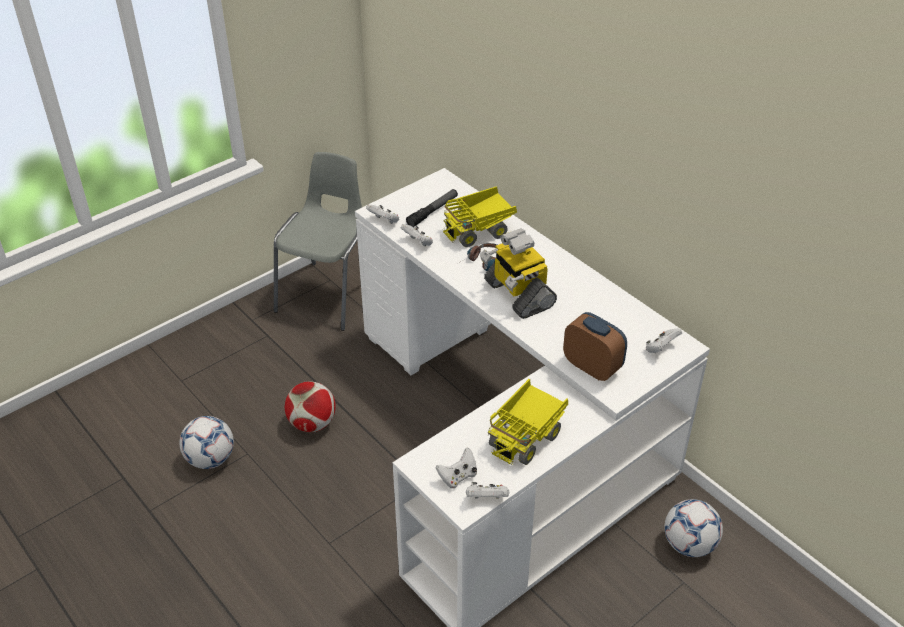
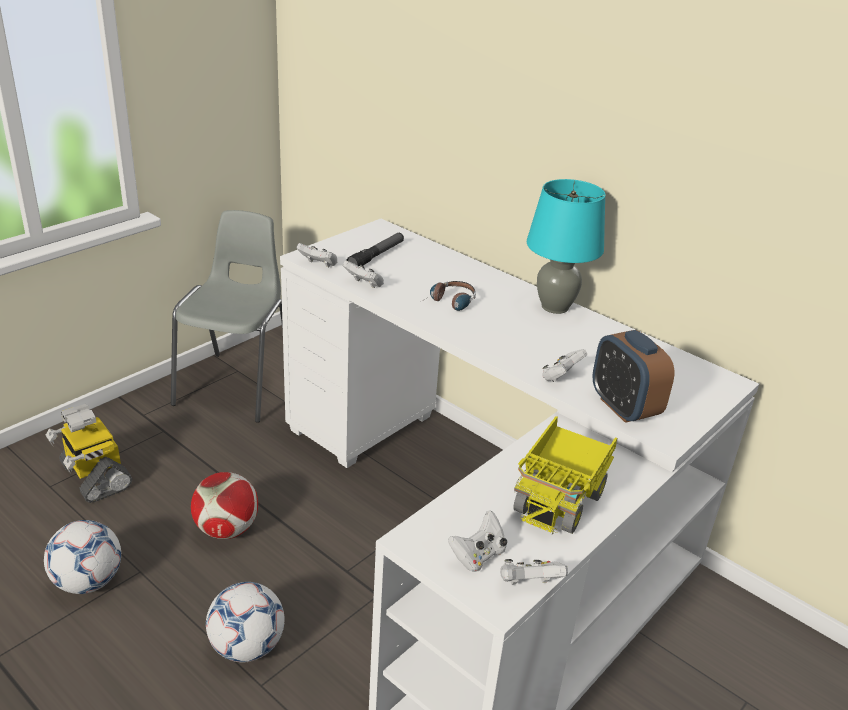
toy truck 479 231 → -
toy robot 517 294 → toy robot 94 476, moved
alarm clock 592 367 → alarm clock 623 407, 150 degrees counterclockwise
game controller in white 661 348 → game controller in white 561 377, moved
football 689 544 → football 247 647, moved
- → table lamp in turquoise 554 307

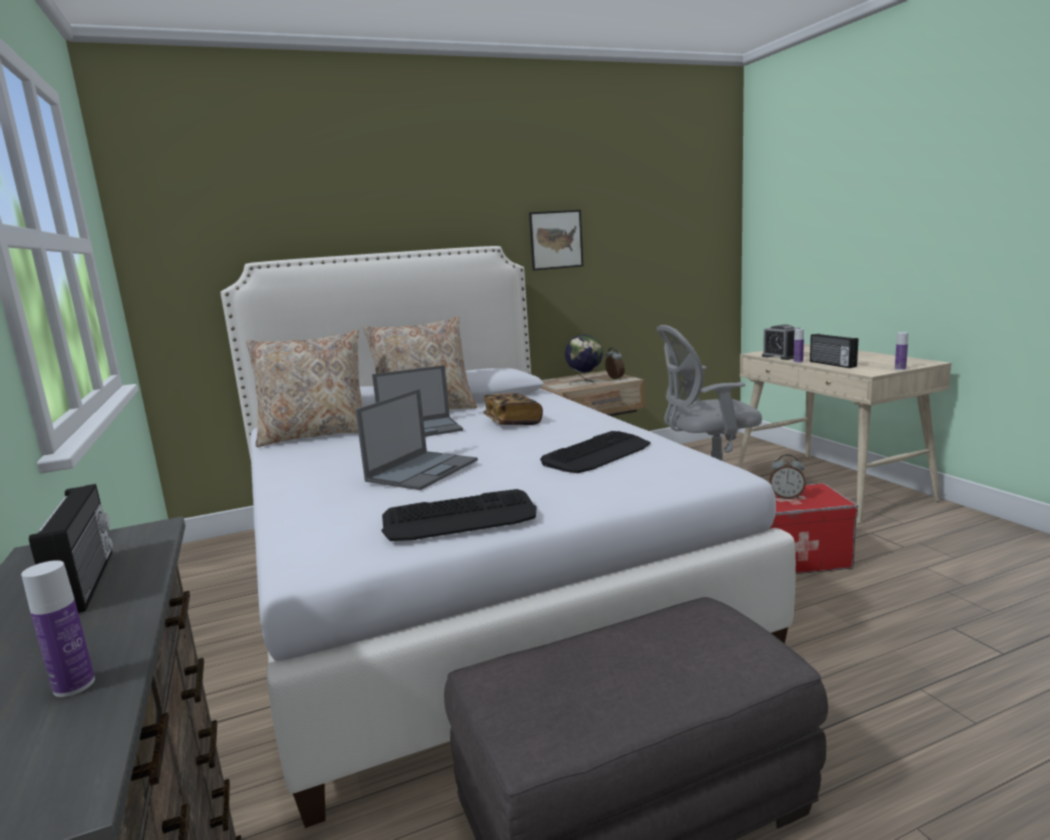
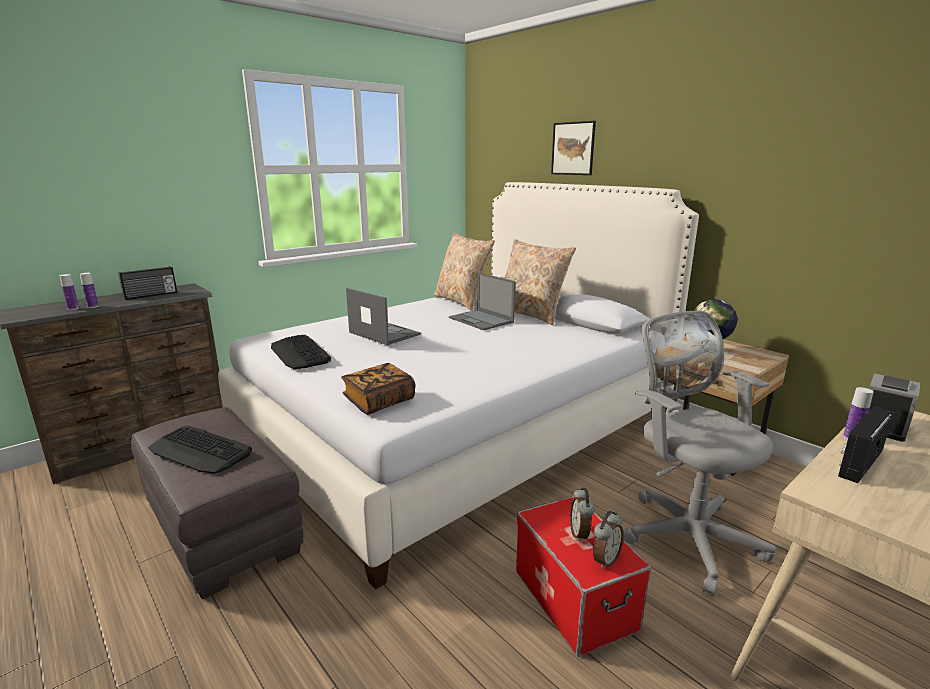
laptop 423 470 → laptop 384 333, 150 degrees counterclockwise
book 512 422 → book 379 401, moved
picture 556 240 → picture 573 148, moved
keyboard 597 454 → keyboard 200 451, moved
alarm clock 614 378 → alarm clock 605 560, moved
bottle 900 369 → bottle 93 306, moved

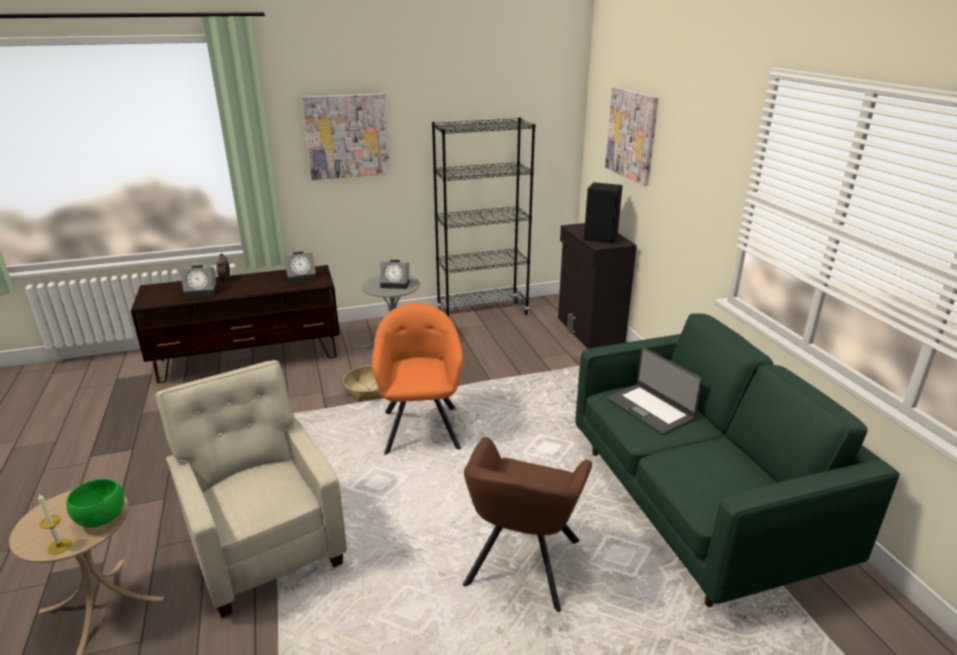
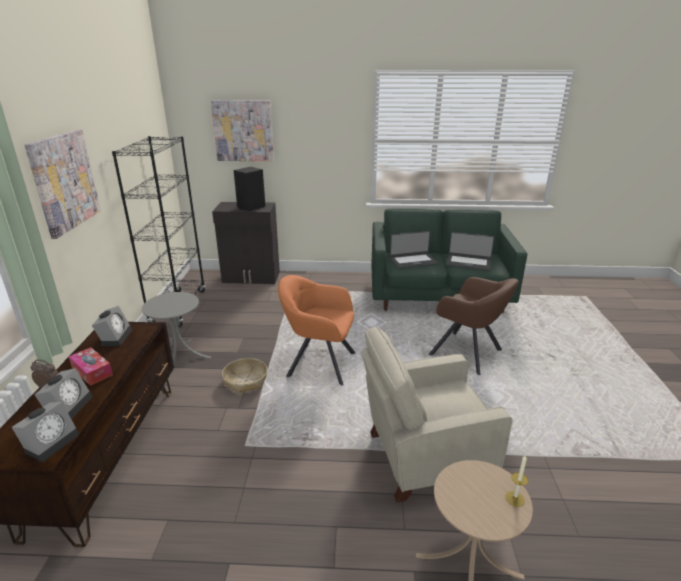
bowl in green 102 518 → -
alarm clock 396 284 → alarm clock 52 441, moved
- → tissue box 92 371
- → laptop 468 263

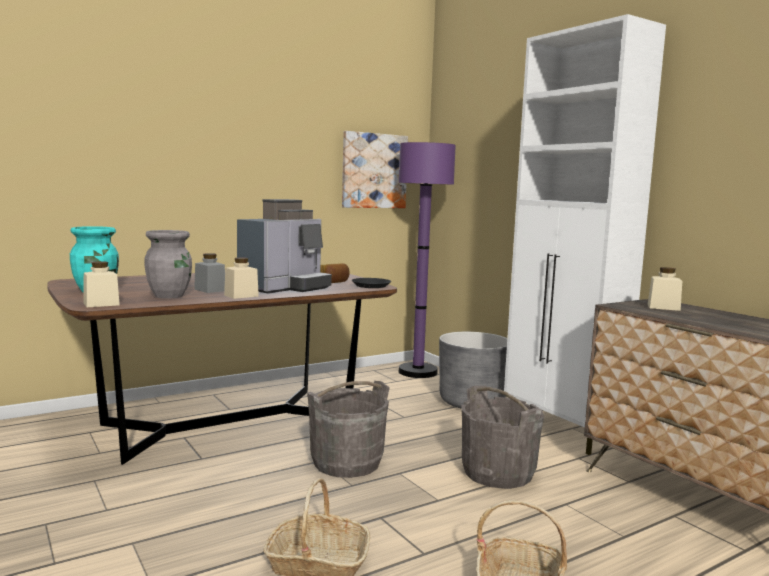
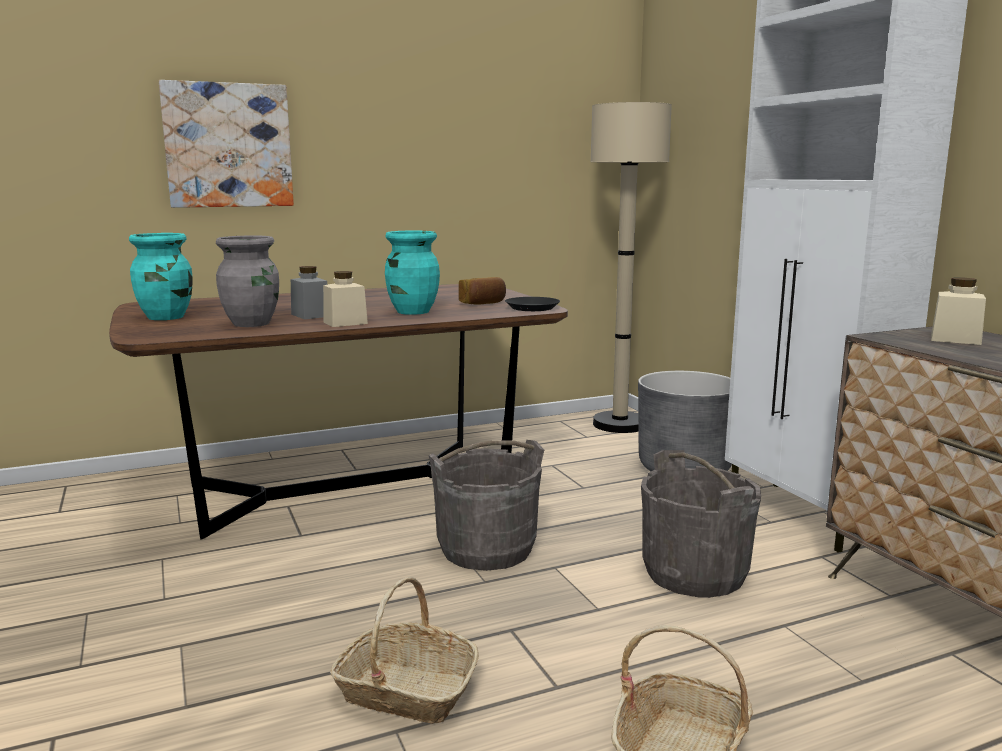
jar in beige 101 304 → -
coffee machine 285 288 → vase in turquoise 413 311
picture 374 171 → picture 228 145, moved
floor lamp in purple 418 372 → floor lamp in beige 619 424

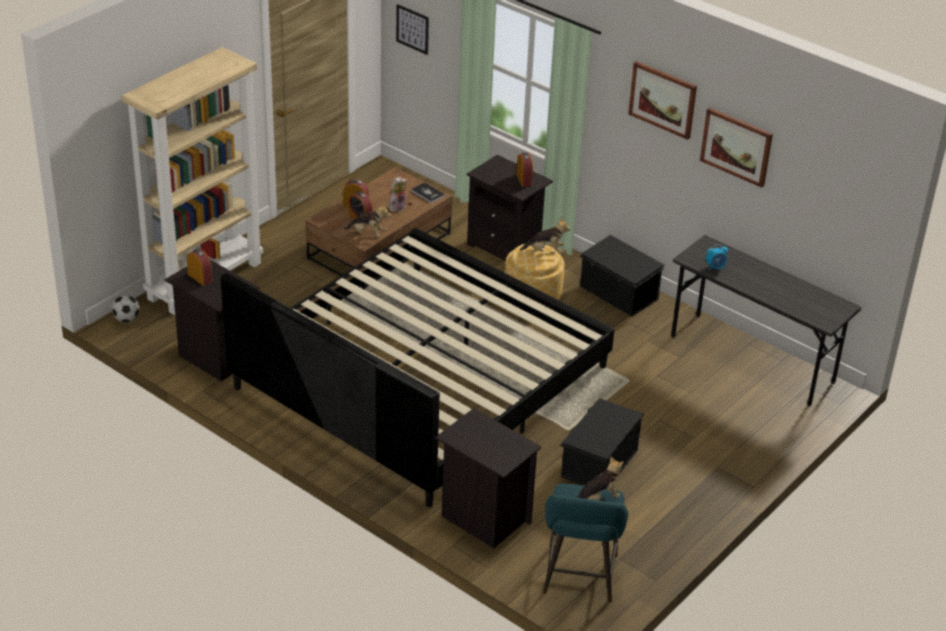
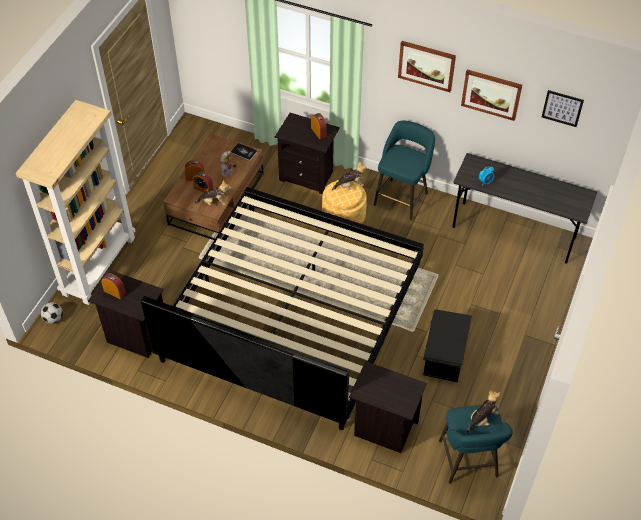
picture 412 29 → picture 562 108, moved
storage box in black 618 293 → stool in turquoise 402 197

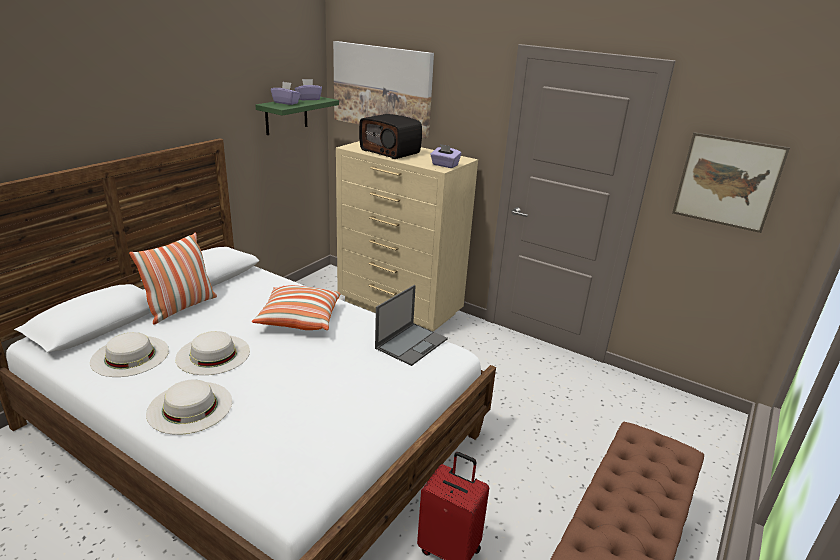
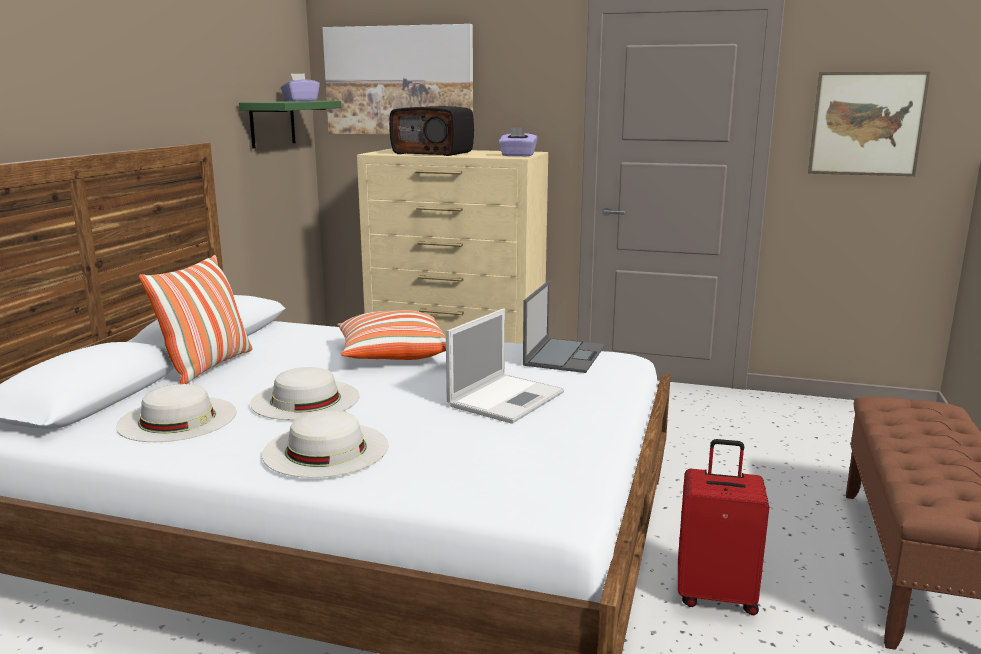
tissue box in purple 286 103 → -
- → laptop 507 398

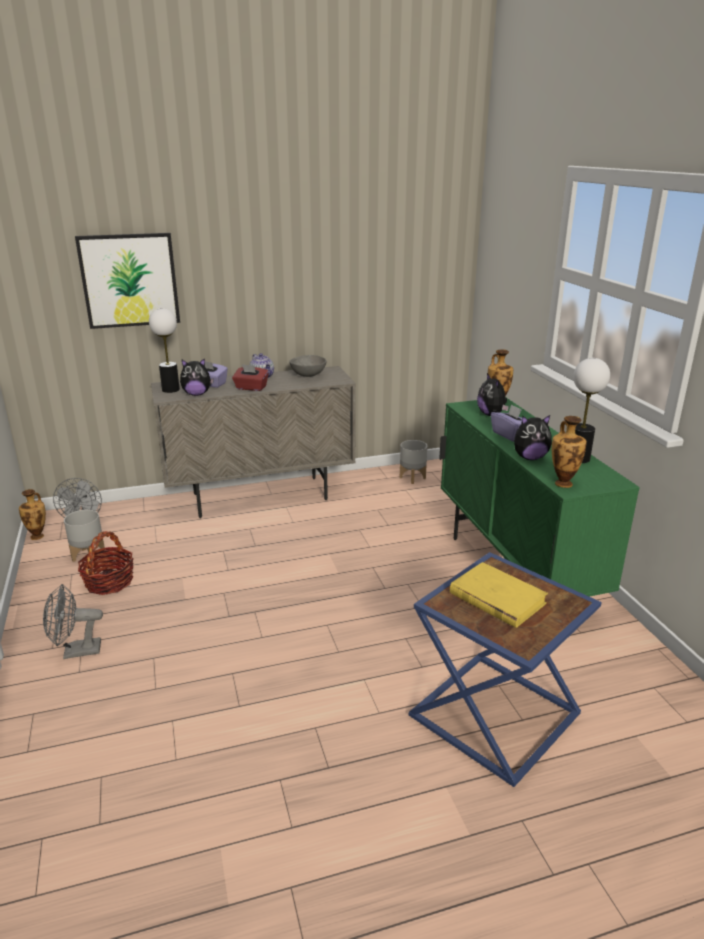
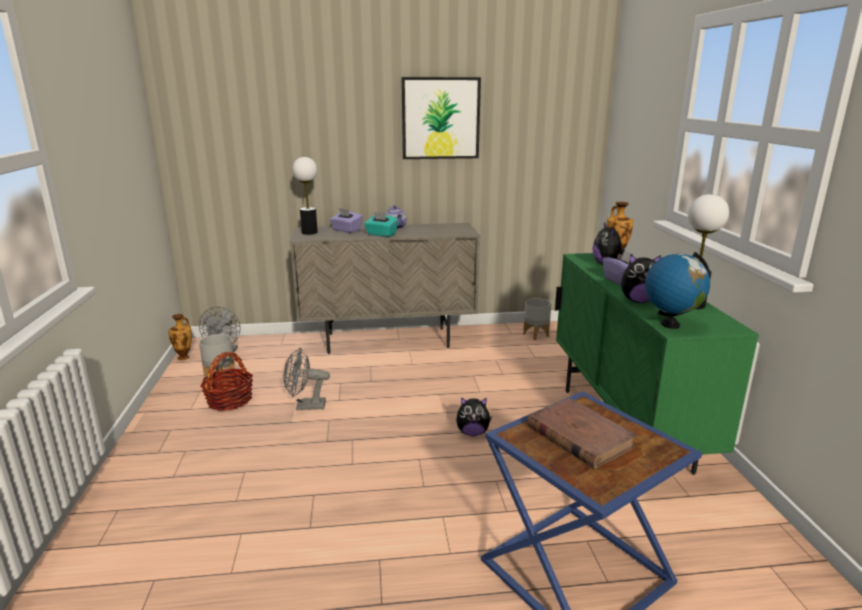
fan in grey 76 652 → fan in grey 305 406, moved
picture 129 280 → picture 440 118, moved
plush toy 197 394 → plush toy 472 433, moved
tissue box in red 251 388 → tissue box in turquoise 381 234
bowl in grey 308 375 → -
book in yellow 496 598 → book in brown 579 436
vase 563 483 → globe 670 324

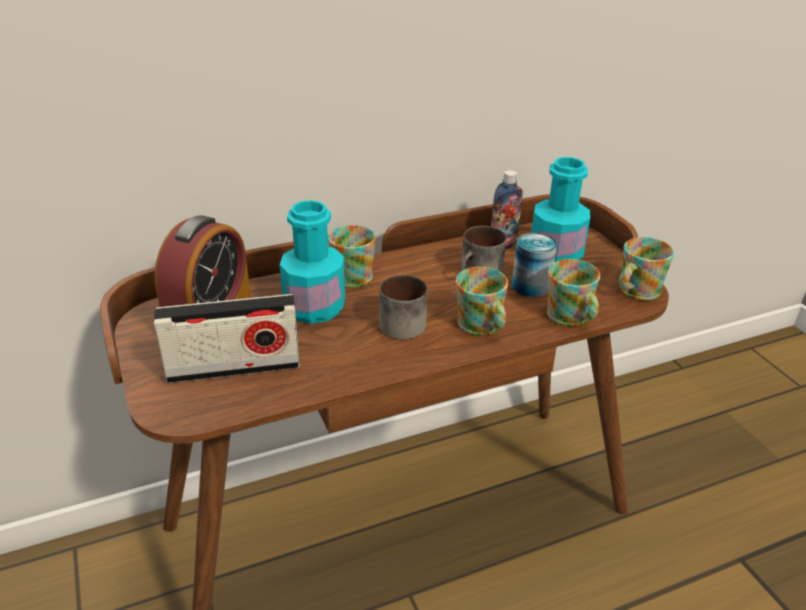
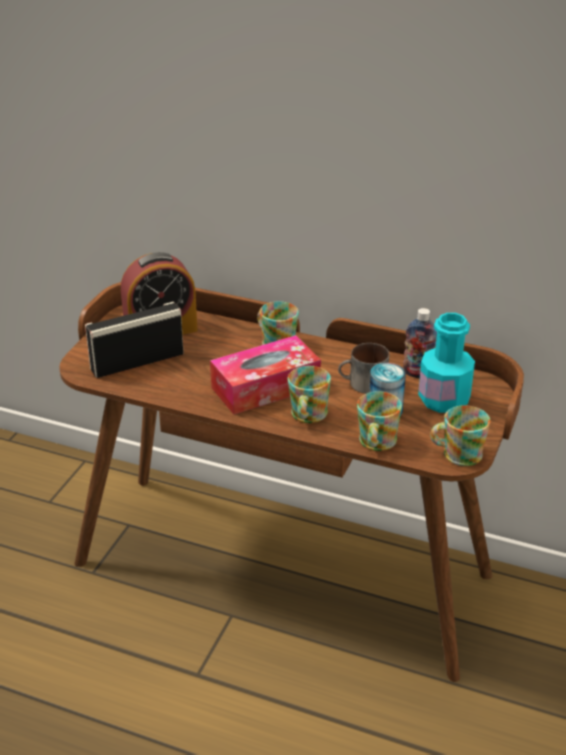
radio 234 368 → radio 137 362, 120 degrees clockwise
bottle in turquoise 314 308 → -
mug 404 321 → tissue box 265 387

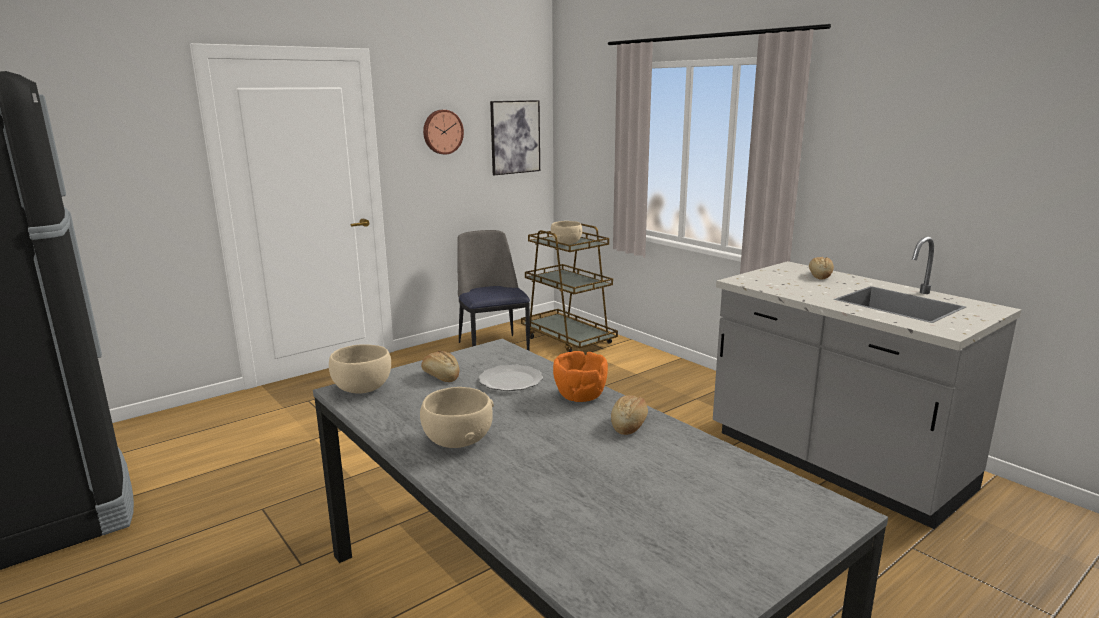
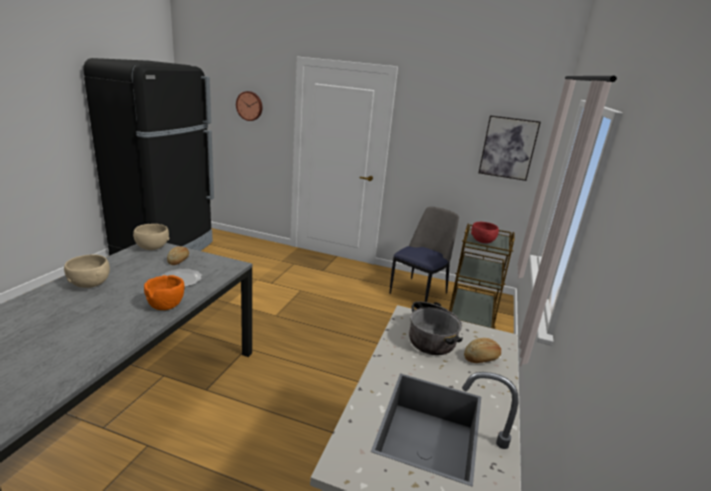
wall clock 442 132 → wall clock 250 106, moved
bowl in beige 566 243 → bowl in red 482 241
bread 629 424 → -
- → cooking pot 432 336

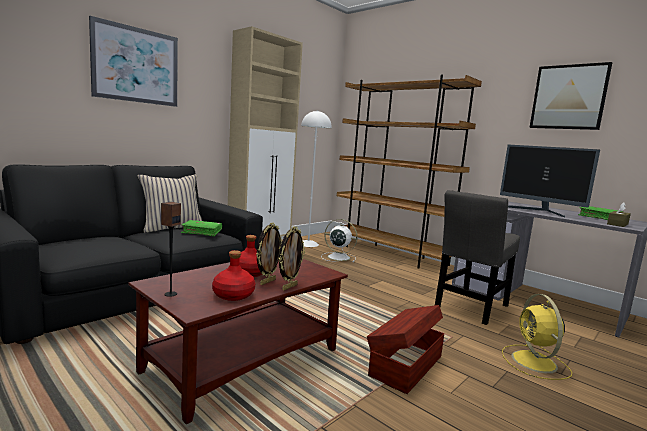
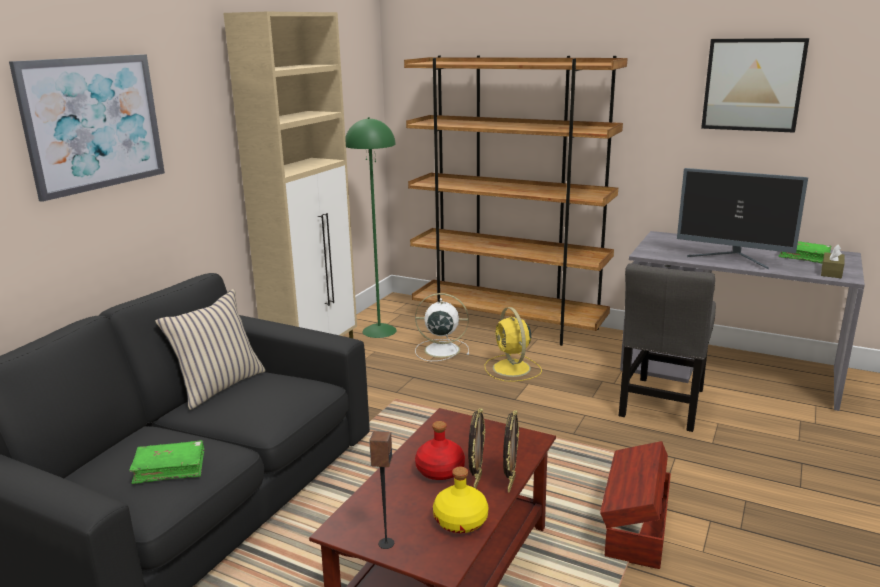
book in green 202 232 → book in green 170 468, moved
bottle in red 233 295 → bottle in yellow 460 521
floor lamp in white 308 244 → floor lamp in green 379 331
fan in yellow 535 363 → fan in yellow 512 369, moved

